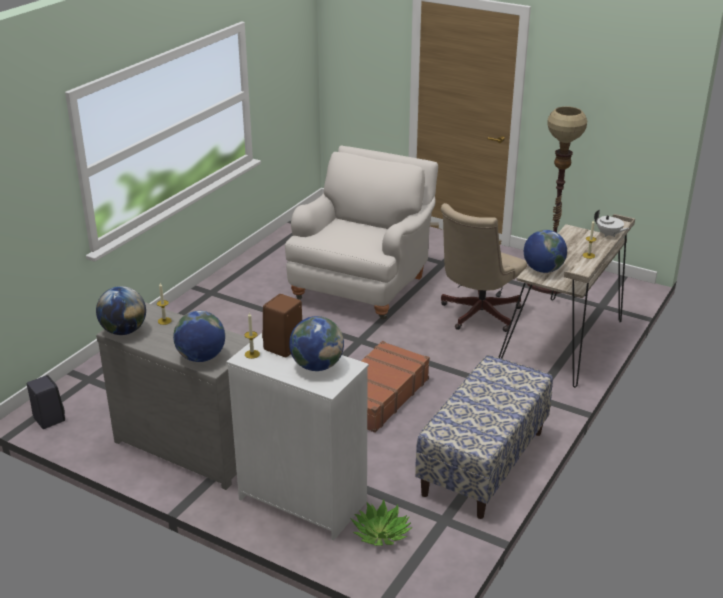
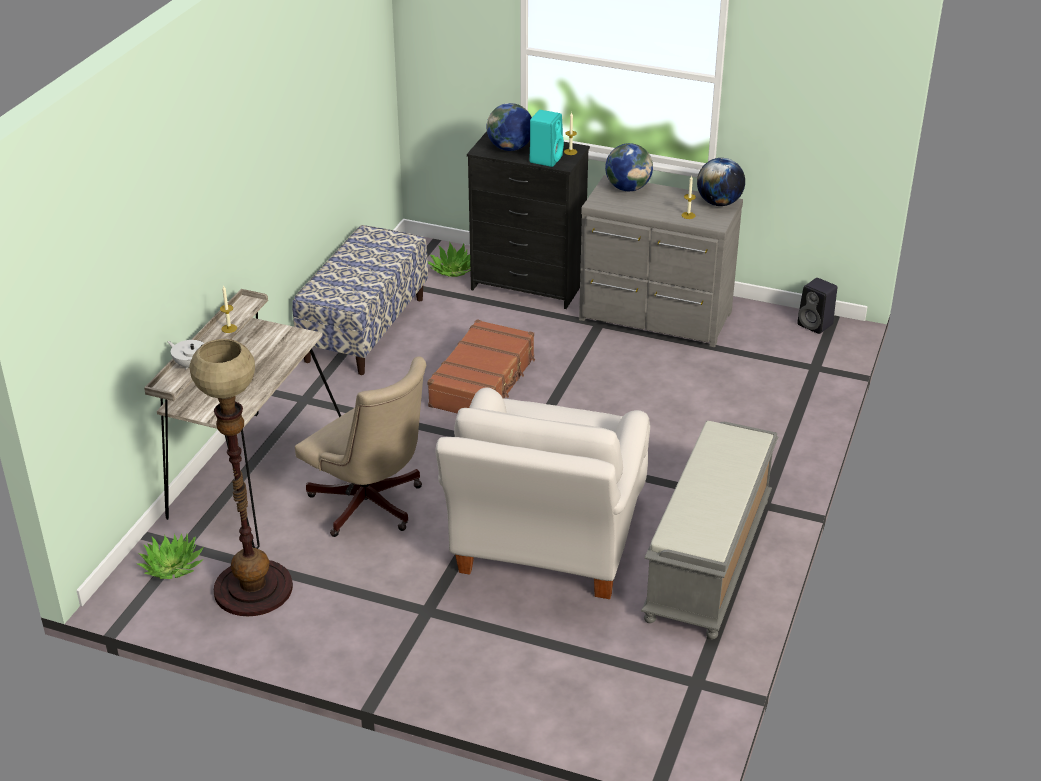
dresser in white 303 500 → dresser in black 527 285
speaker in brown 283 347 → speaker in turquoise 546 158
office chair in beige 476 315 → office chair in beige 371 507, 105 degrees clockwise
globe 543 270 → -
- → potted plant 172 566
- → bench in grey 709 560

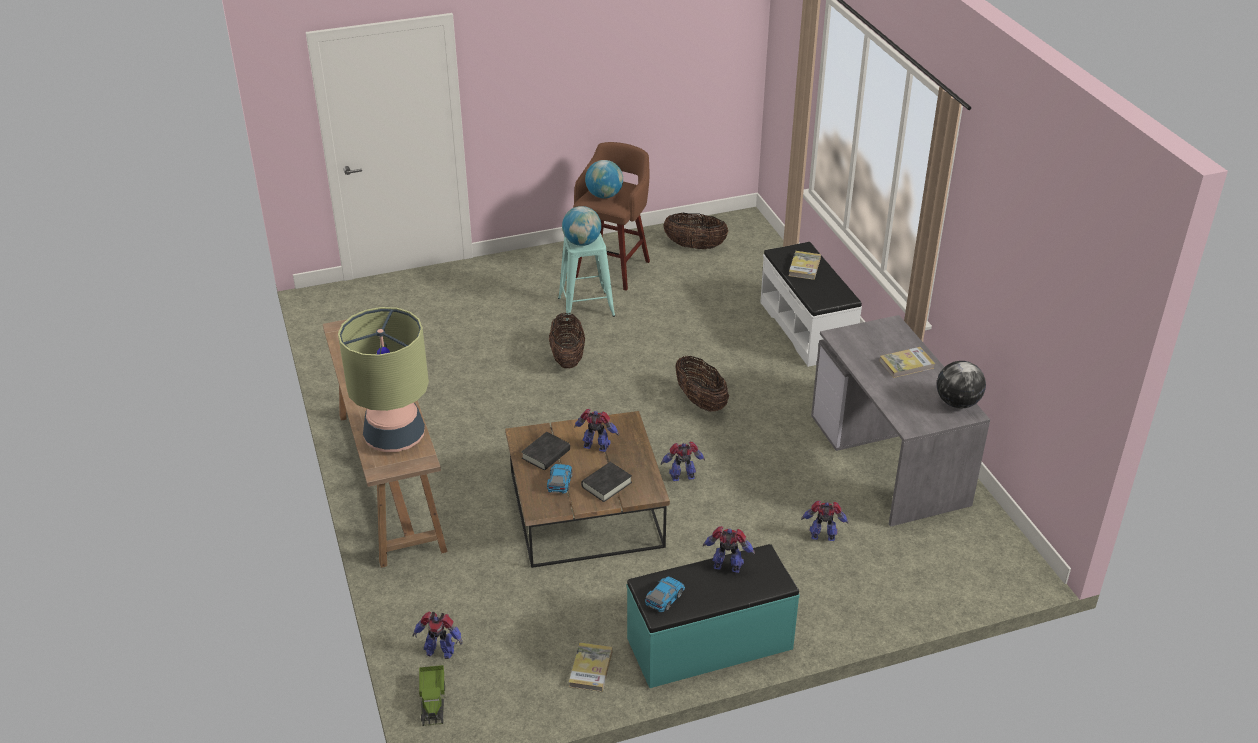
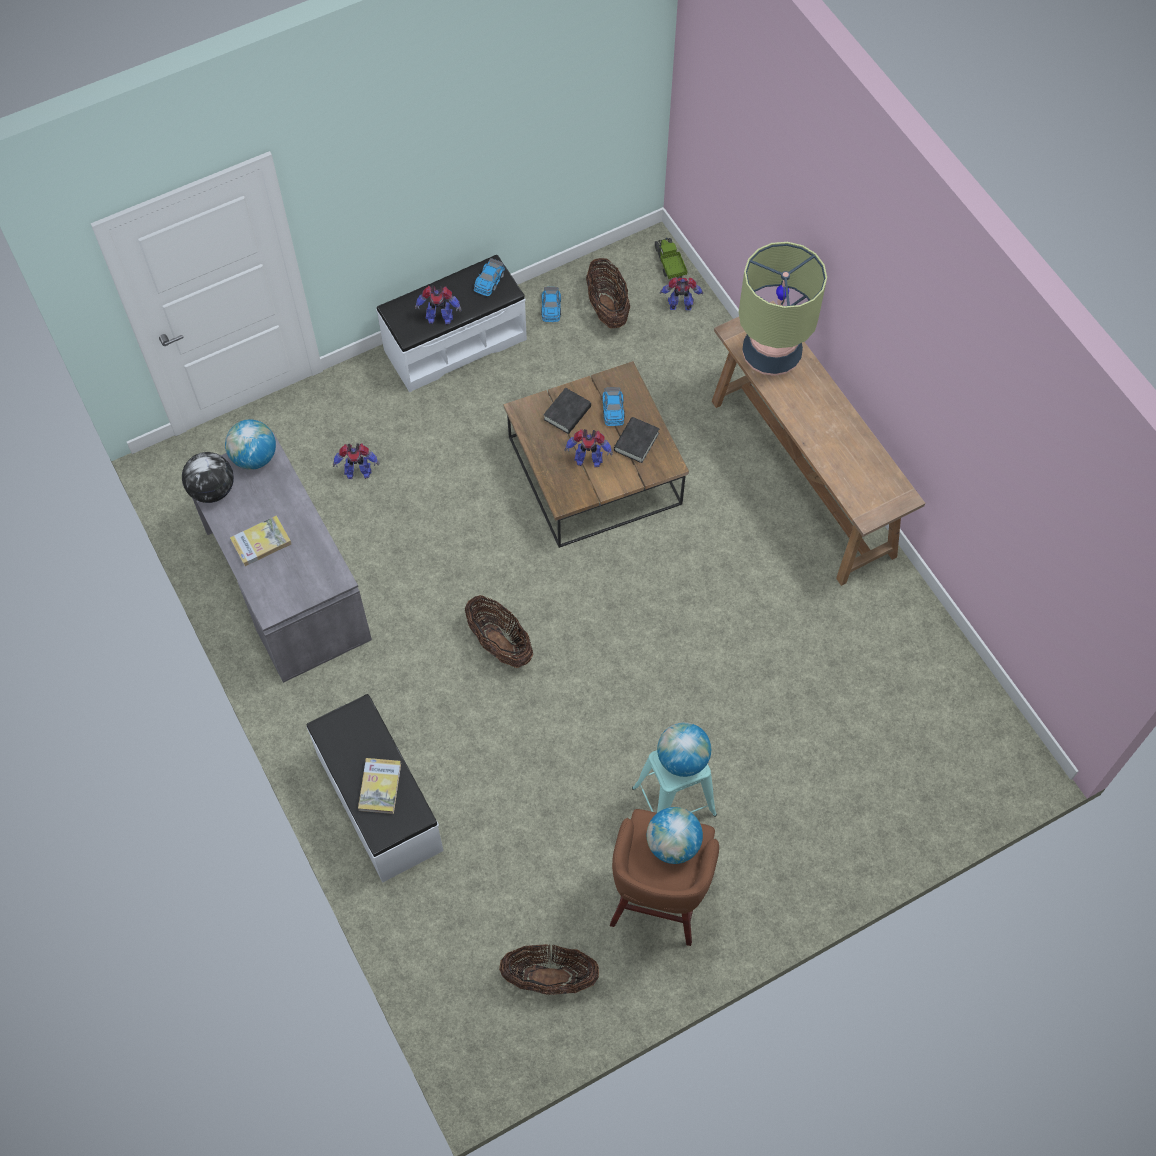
basket 567 358 → basket 607 308, moved
book 590 669 → toy car 551 308
bench in turquoise 710 644 → bench in white 454 344
toy robot 683 477 → -
- → globe 254 457

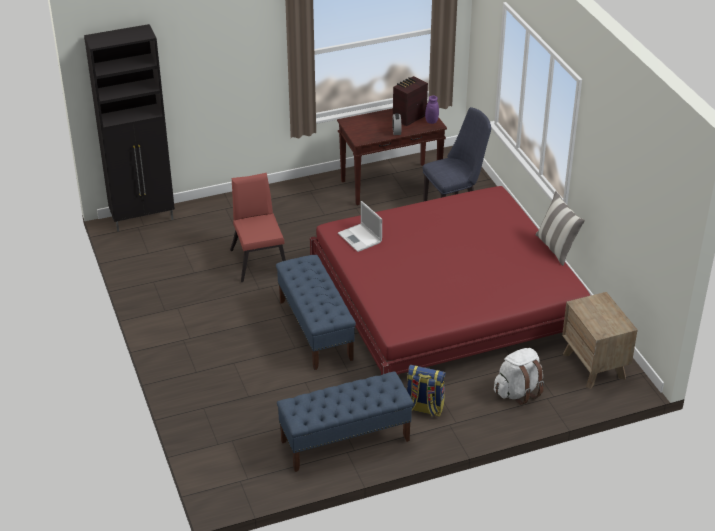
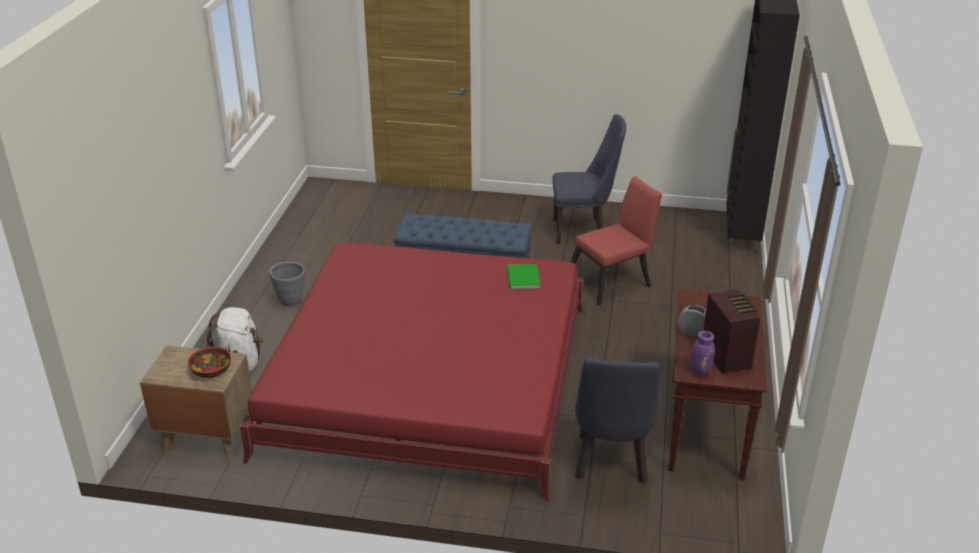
chair in red 259 259 → chair in red 613 281, 45 degrees counterclockwise
bench in blue 345 441 → -
laptop 360 238 → book in green 522 278
backpack 424 408 → planter in grey 290 301
pillow 556 248 → -
- → bowl 212 371
- → chair in blue 584 231

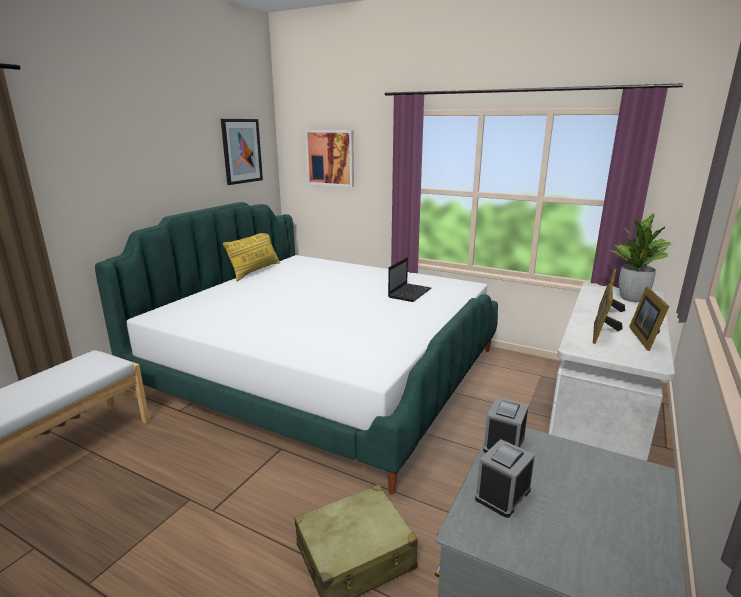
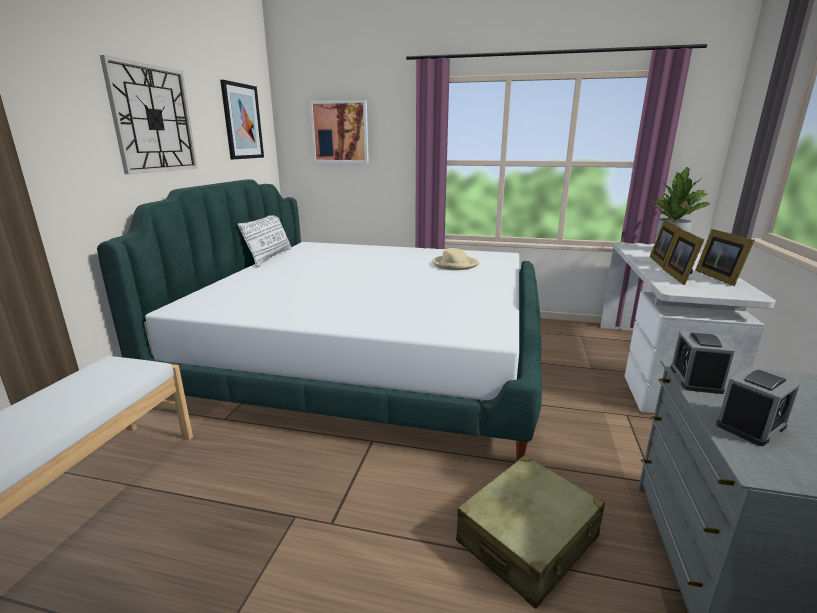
pillow in yellow 255 271 → pillow in white 270 257
laptop 410 293 → hat in beige 454 264
alarm clock 503 494 → alarm clock 750 426, 150 degrees counterclockwise
- → wall clock 153 119

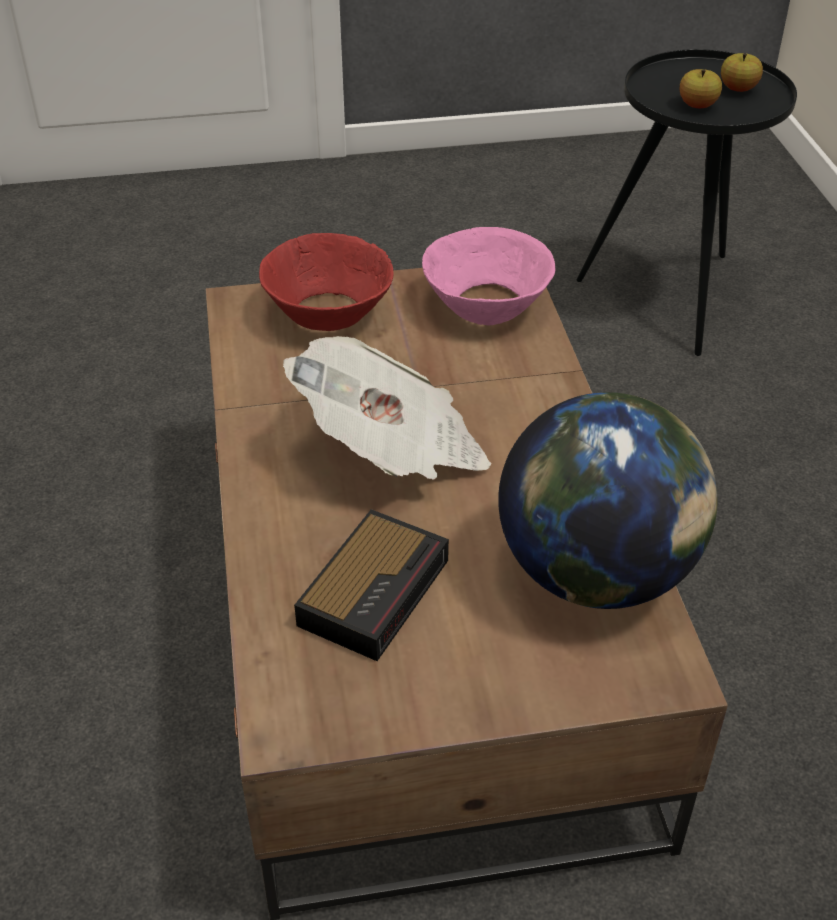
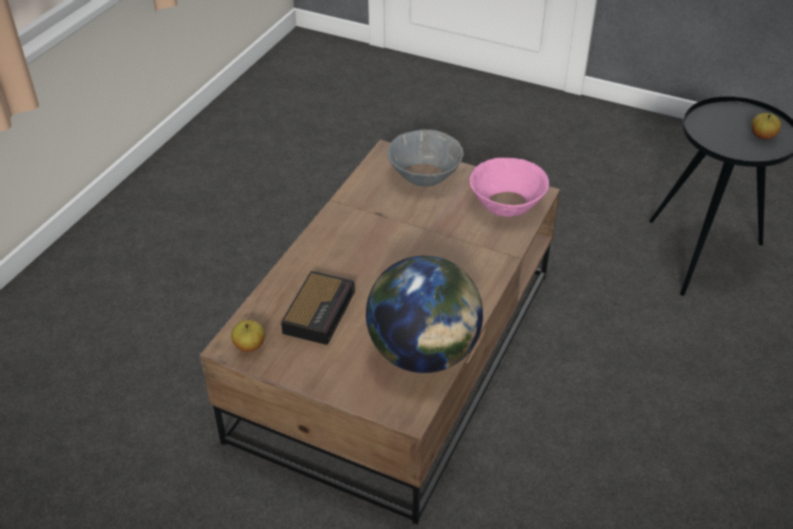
bowl in red 329 313 → bowl in grey 424 176
newspaper 392 450 → -
alarm clock 376 589 → alarm clock 320 311, 45 degrees counterclockwise
apple 697 105 → apple 249 345, moved

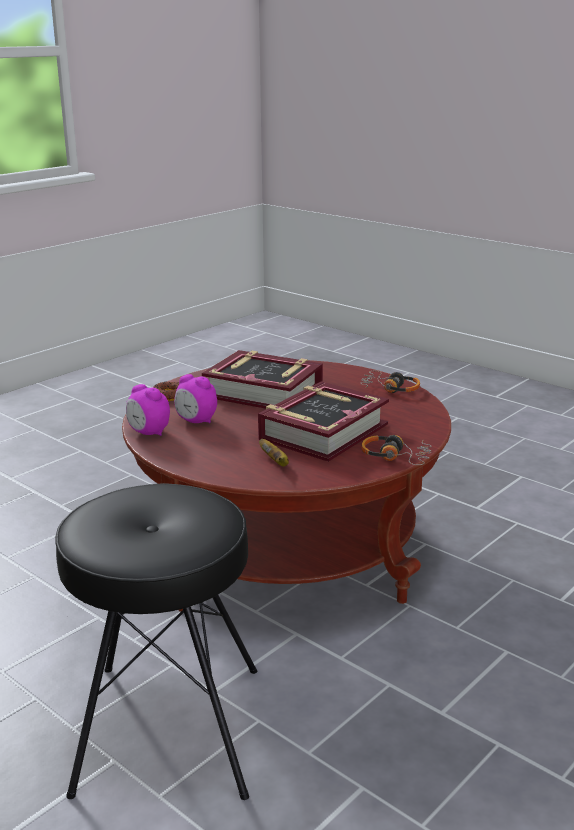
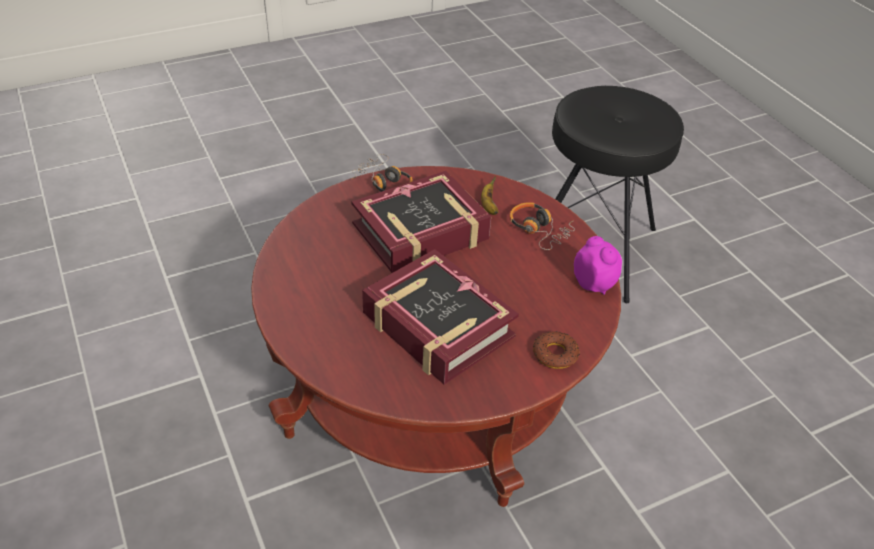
alarm clock 196 421 → -
headphones 389 389 → headphones 539 230, moved

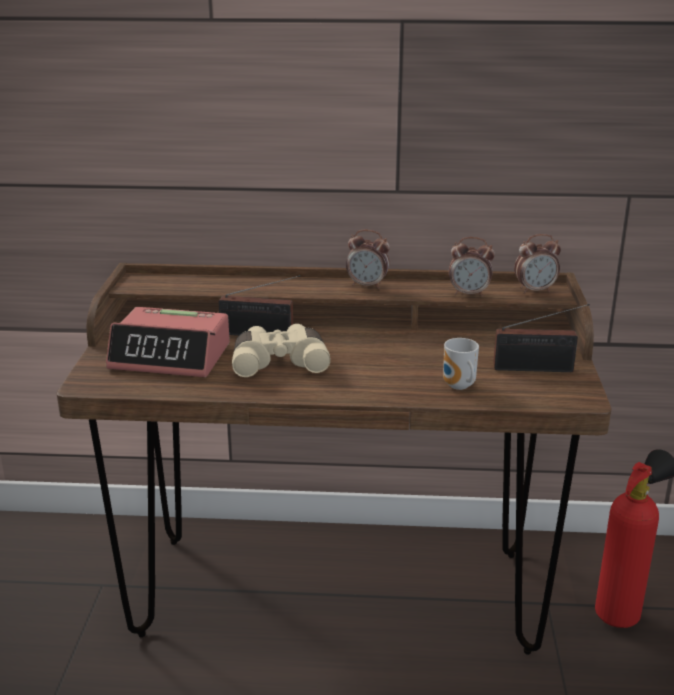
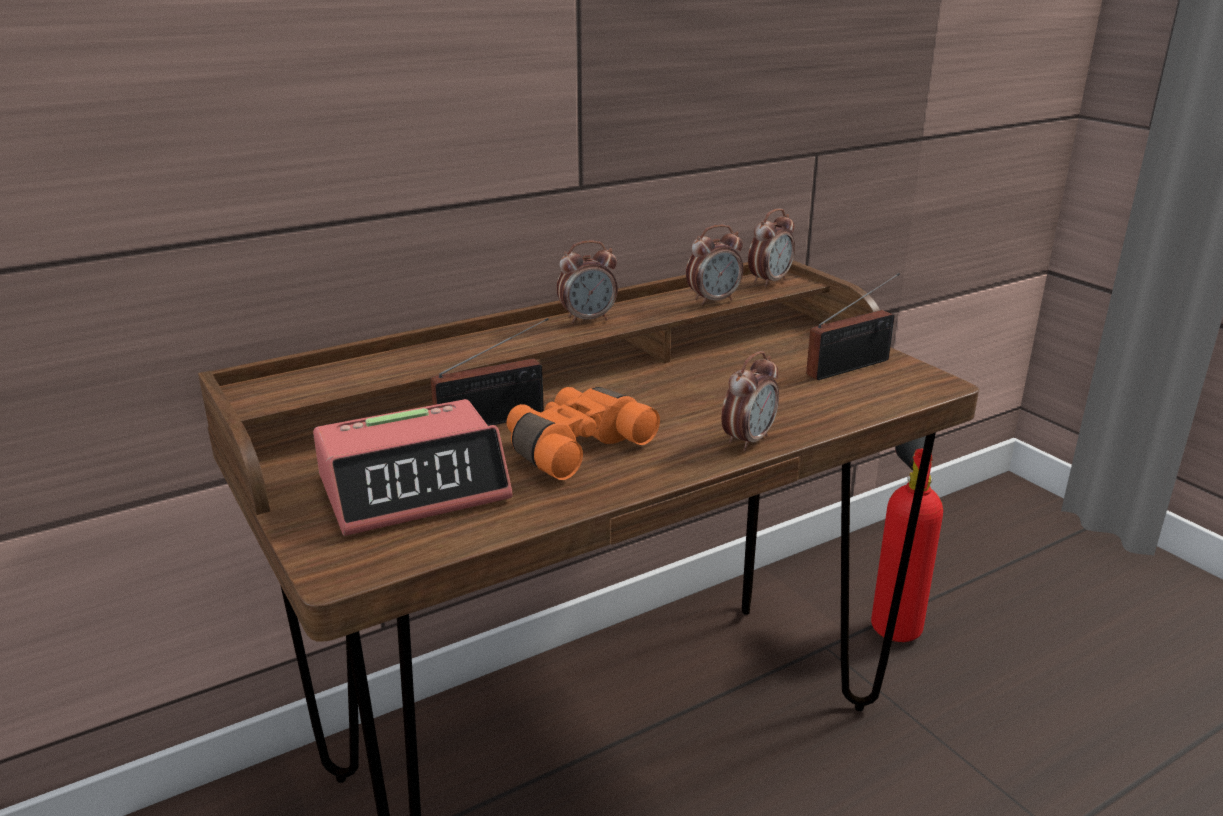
binoculars in beige 279 362 → binoculars in orange 574 447
mug 458 387 → -
- → alarm clock 748 440

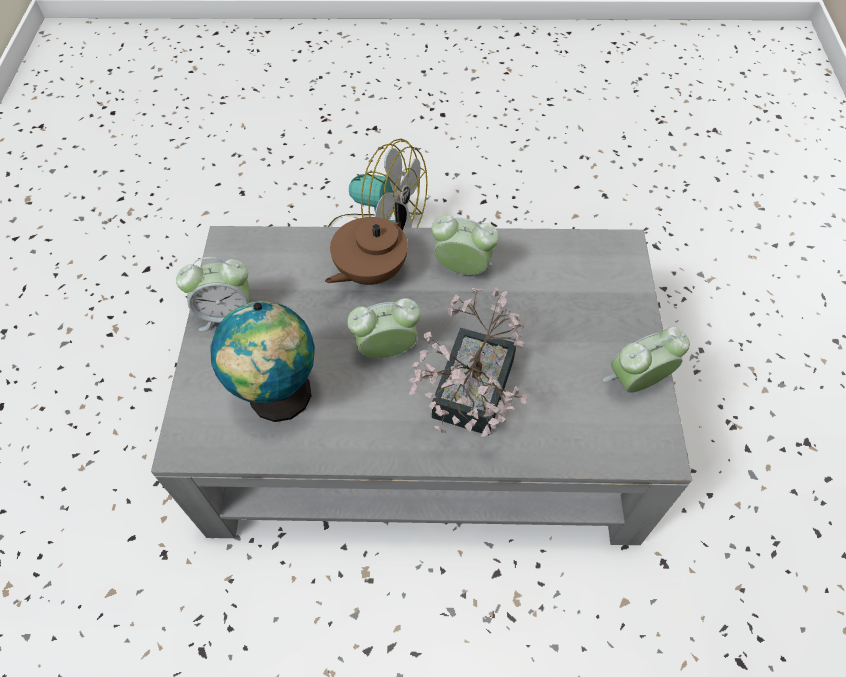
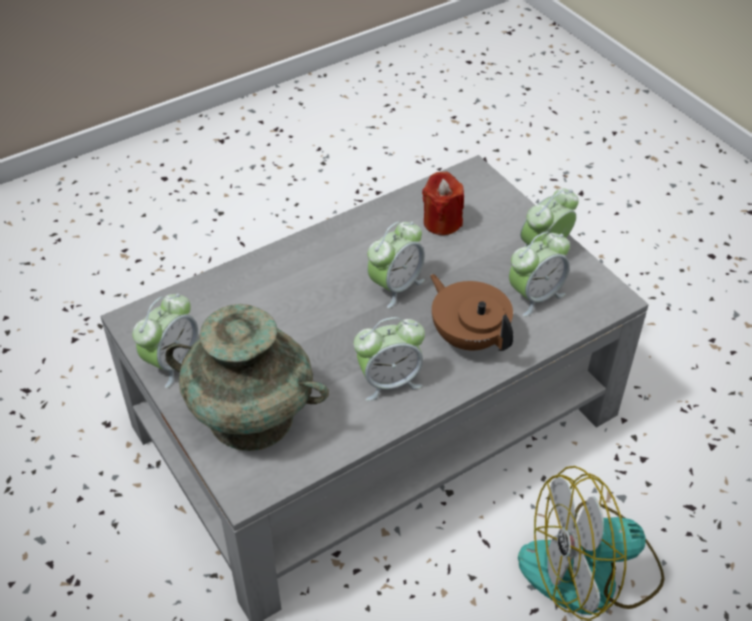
globe 280 398 → candle in red 442 222
teapot in brown 370 271 → teapot in brown 469 337, 45 degrees counterclockwise
potted plant 468 399 → -
- → vase in turquoise 252 417
- → alarm clock 535 296

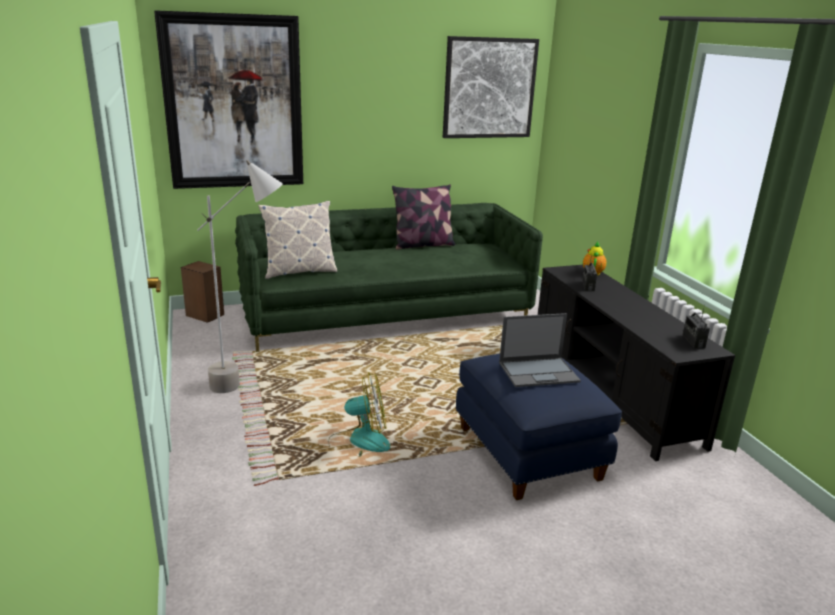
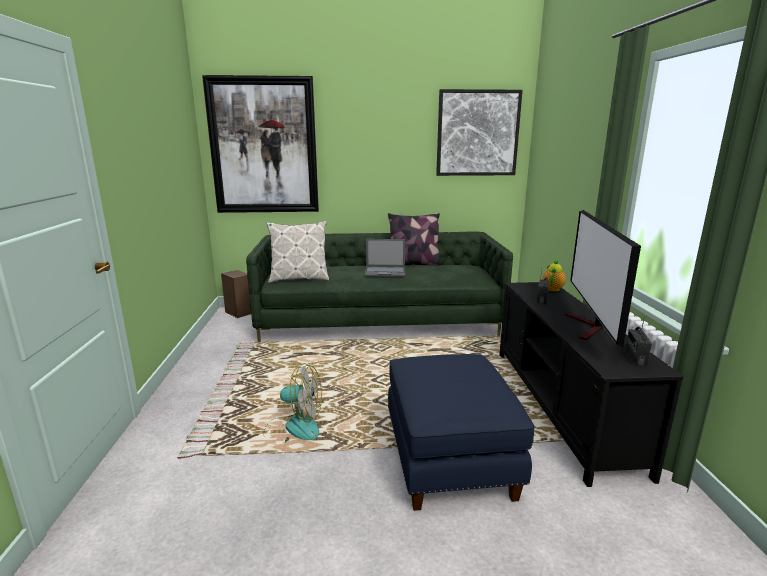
floor lamp in grey 249 385 → -
laptop 539 372 → laptop 385 272, moved
- → television 588 328

